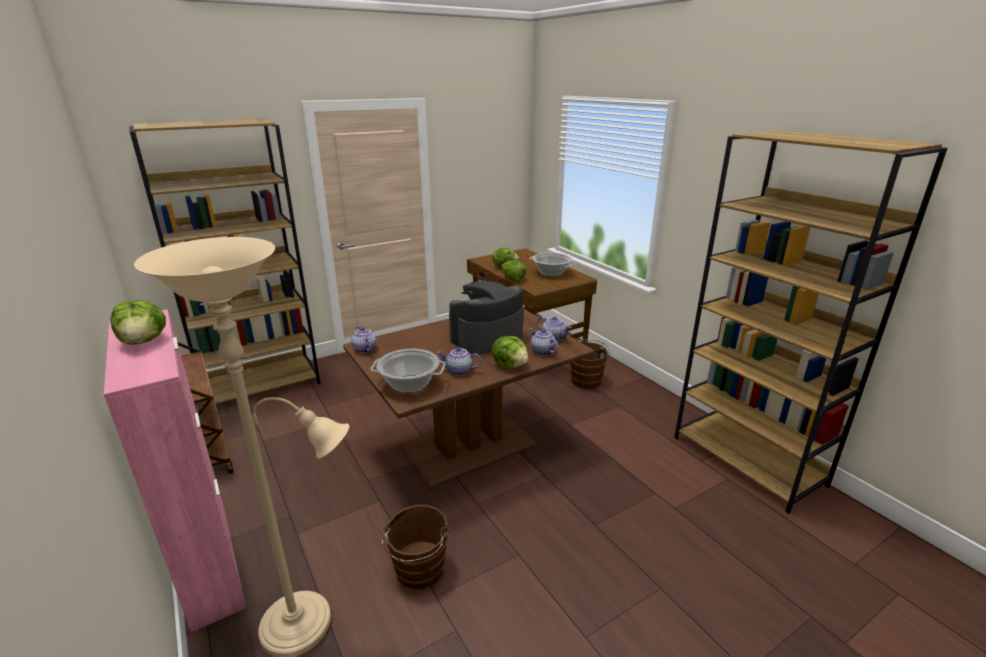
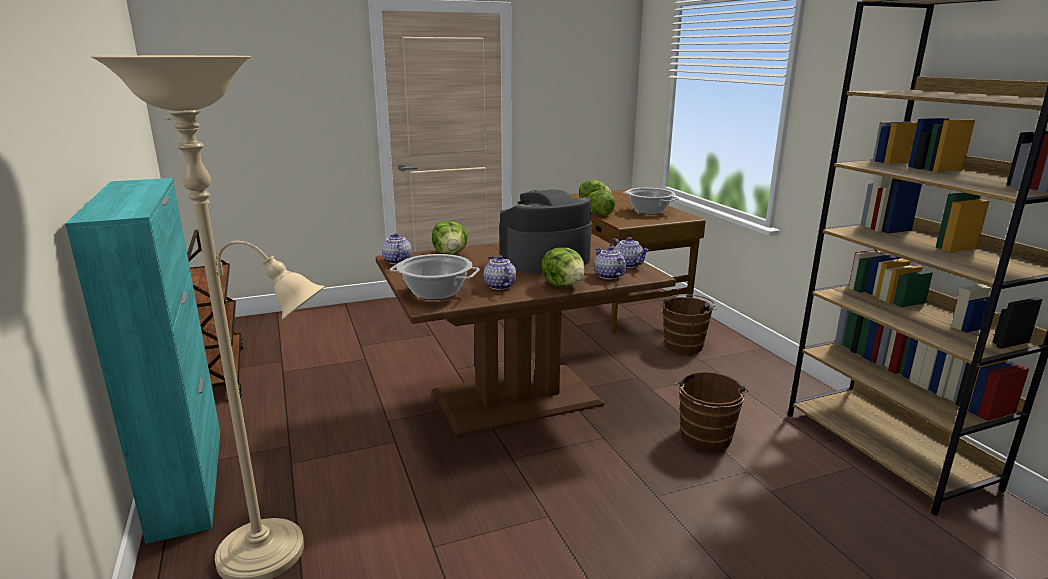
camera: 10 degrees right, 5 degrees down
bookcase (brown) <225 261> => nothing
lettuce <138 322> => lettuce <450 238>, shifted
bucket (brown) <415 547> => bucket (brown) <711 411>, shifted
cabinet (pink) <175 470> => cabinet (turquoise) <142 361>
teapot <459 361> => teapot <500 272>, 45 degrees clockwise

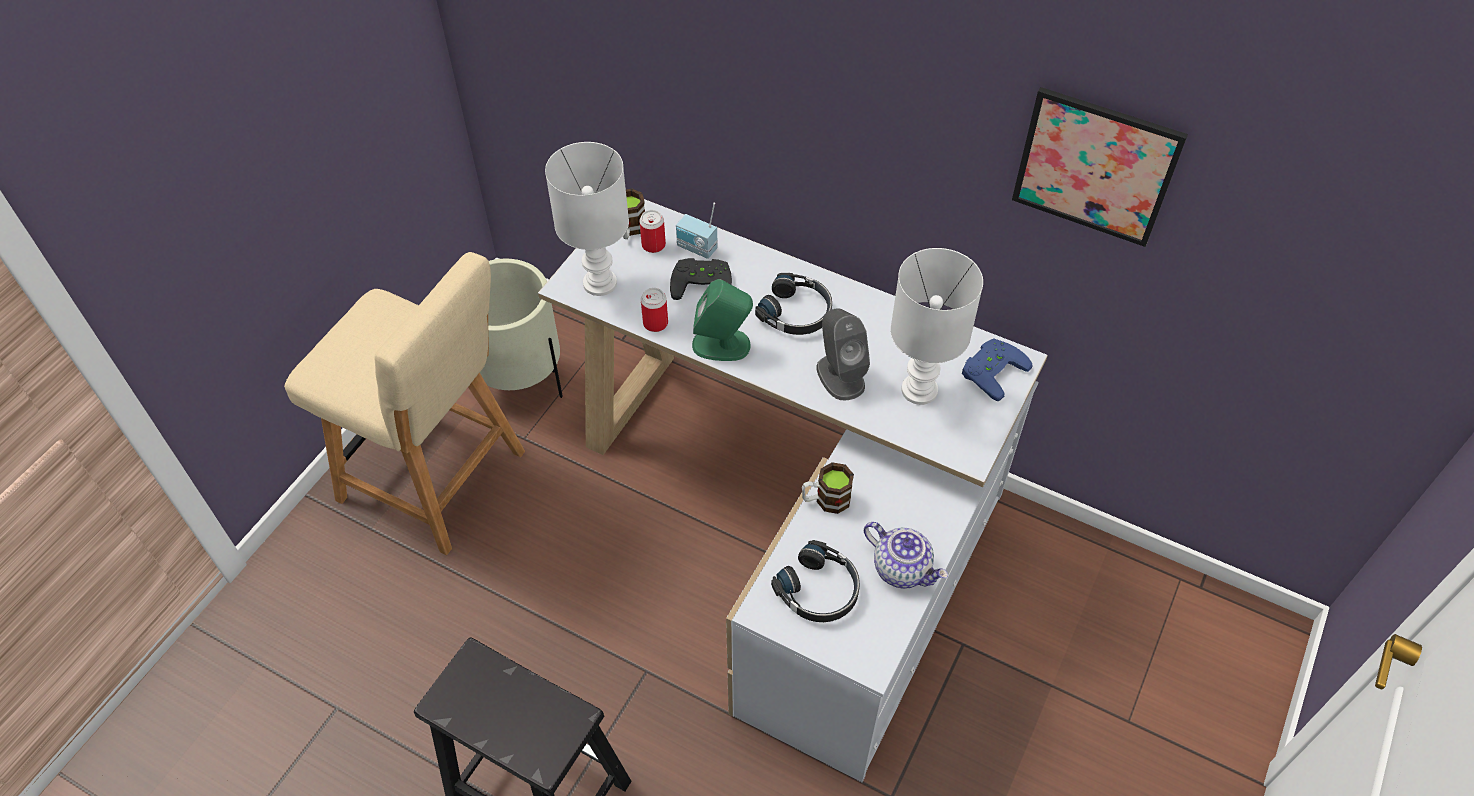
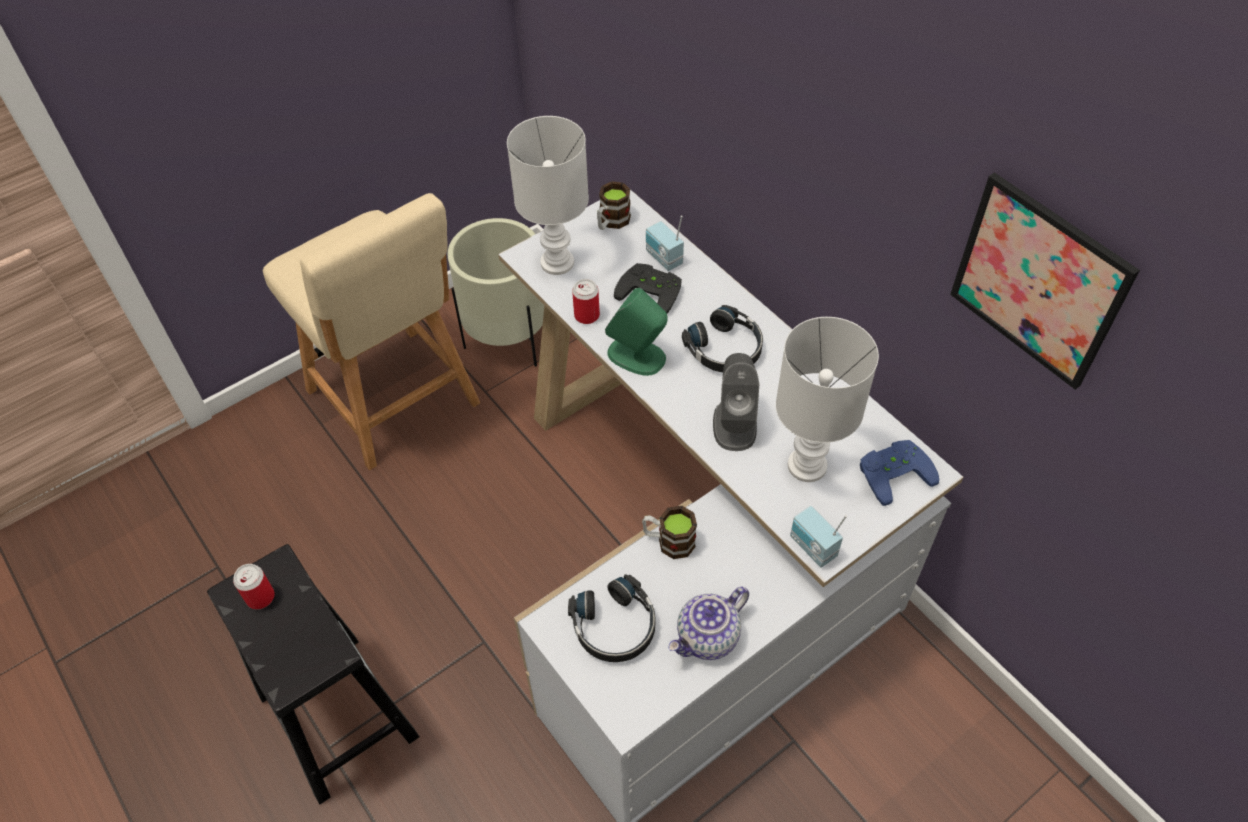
camera: 25 degrees right, 0 degrees up
nothing => radio <818 537>
can <652 231> => can <254 586>, shifted
teapot <906 555> => teapot <708 623>, 75 degrees clockwise

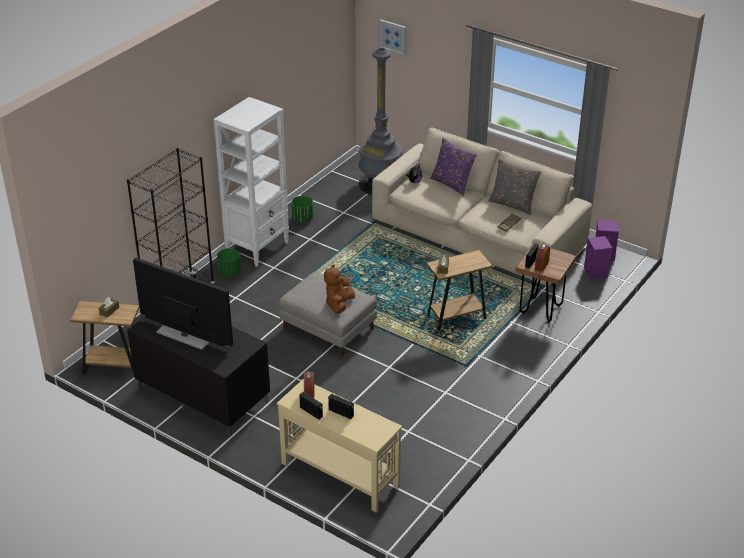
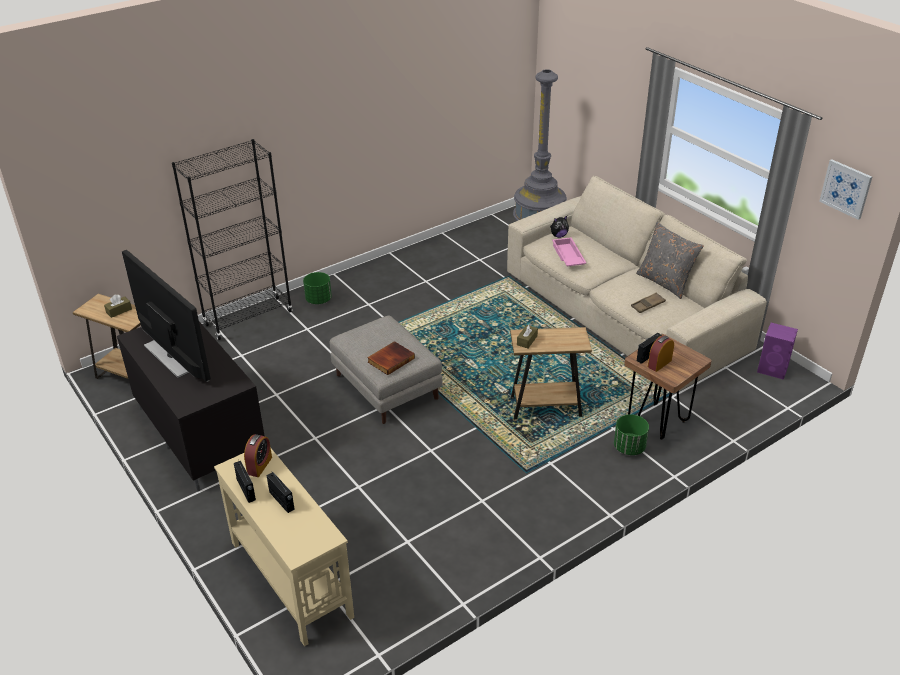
camera: 20 degrees right, 0 degrees up
bookcase (white) <251 182> => nothing
pillow (purple) <453 167> => nothing
speaker (purple) <598 258> => nothing
nothing => tray (pink) <569 252>
planter (green) <302 209> => planter (green) <631 434>, shifted
picture <392 37> => picture <845 189>, shifted
plush toy (brown) <339 289> => book <391 358>

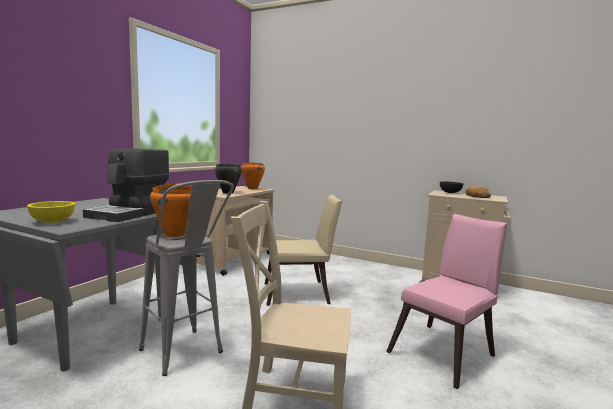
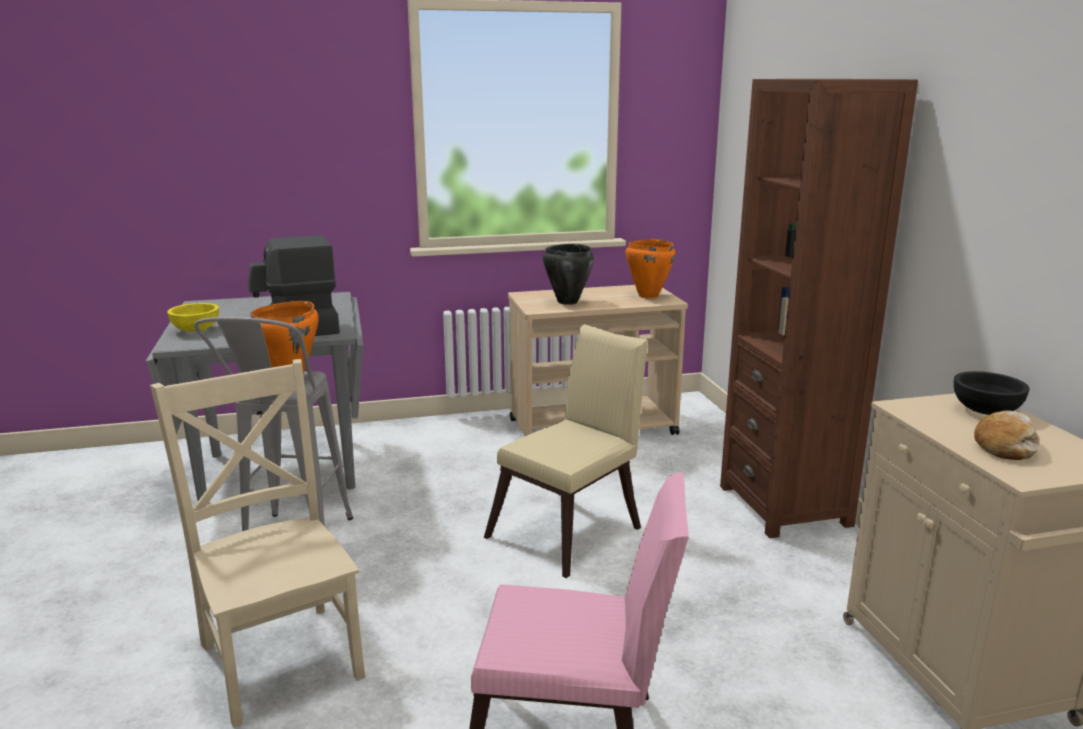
camera: 50 degrees right, 10 degrees up
nothing => bookcase (brown) <819 308>
chair (beige) <303 250> => chair (beige) <566 451>, 90 degrees counterclockwise

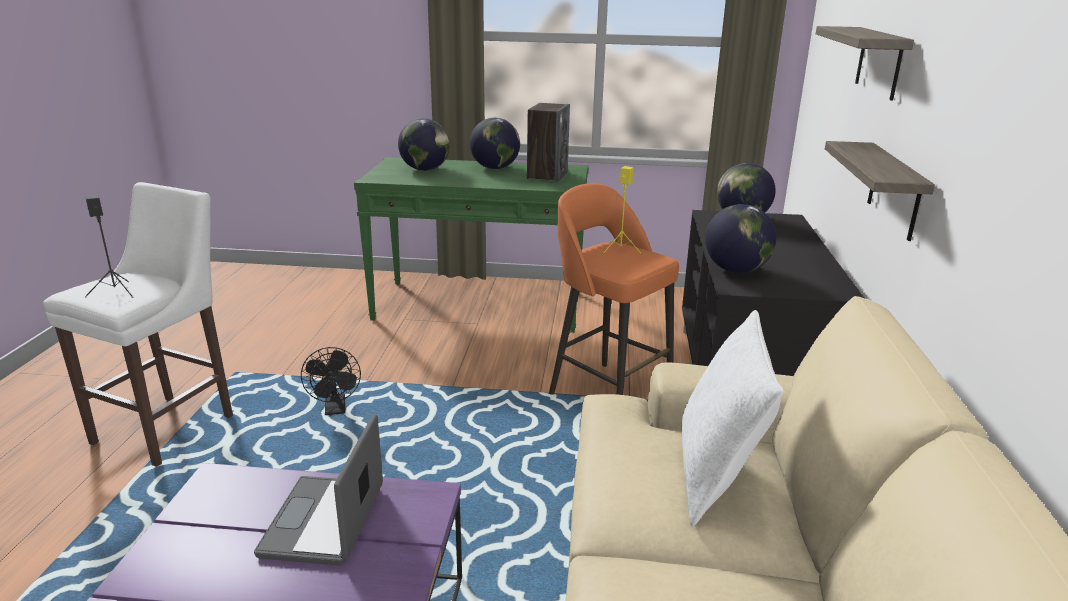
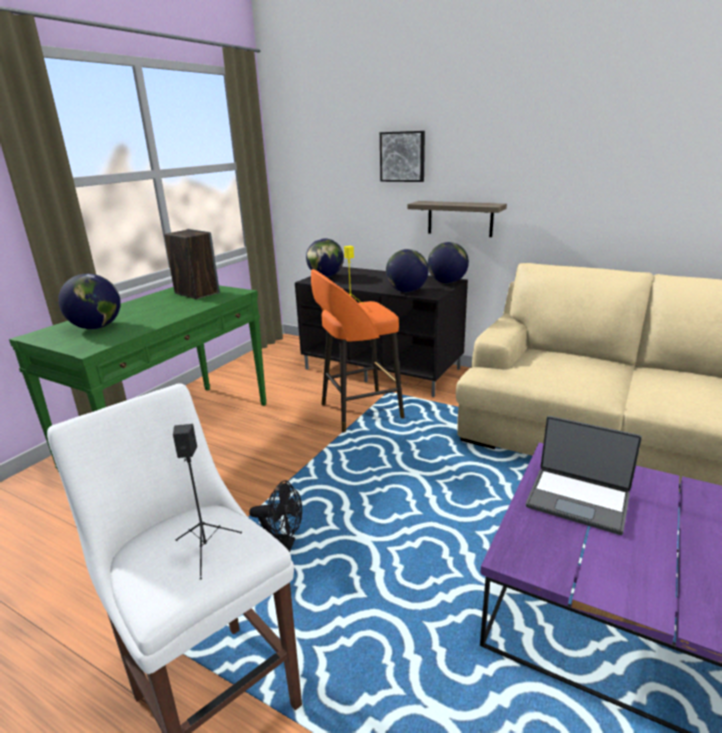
camera: 65 degrees left, 0 degrees up
pillow (white) <732 418> => nothing
globe <495 143> => globe <448 262>, shifted
shelf <865 63> => picture <402 156>

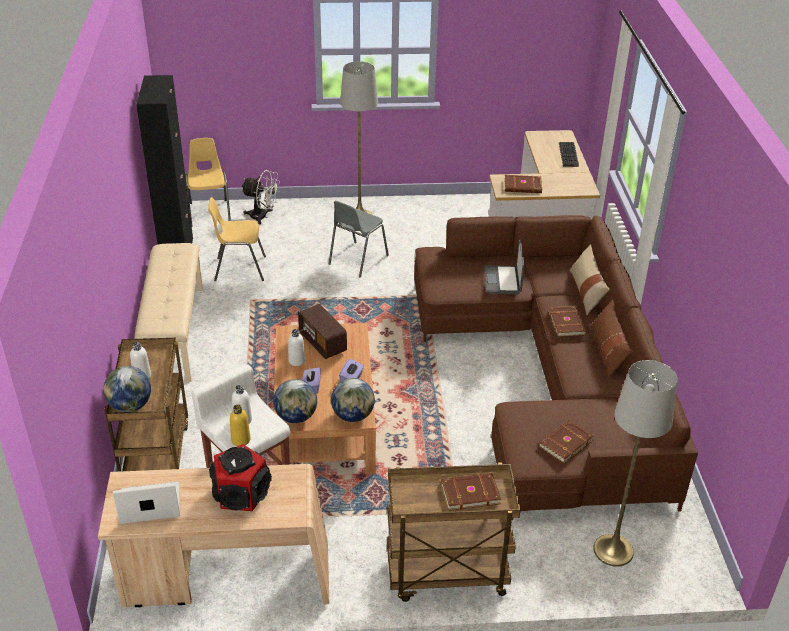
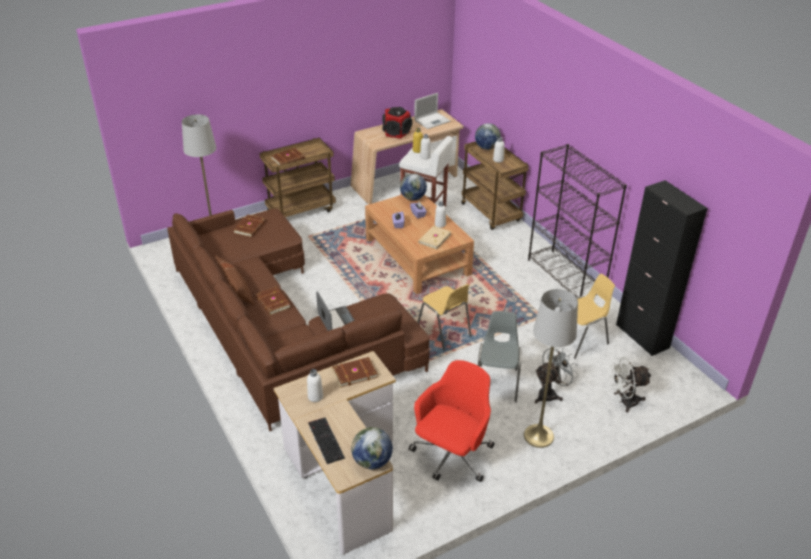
camera: 155 degrees right, 0 degrees up
pillow (beige) <590 280> => nothing
nothing => bottle (white) <315 385>
nothing => office chair (red) <452 421>
nothing => fan (grey) <556 375>
chair (yellow) <208 182> => chair (yellow) <444 317>, shifted
globe <353 400> => globe <372 448>, shifted
bench (beige) <168 312> => bookcase (black) <577 220>
radio <322 331> => book (beige) <434 238>

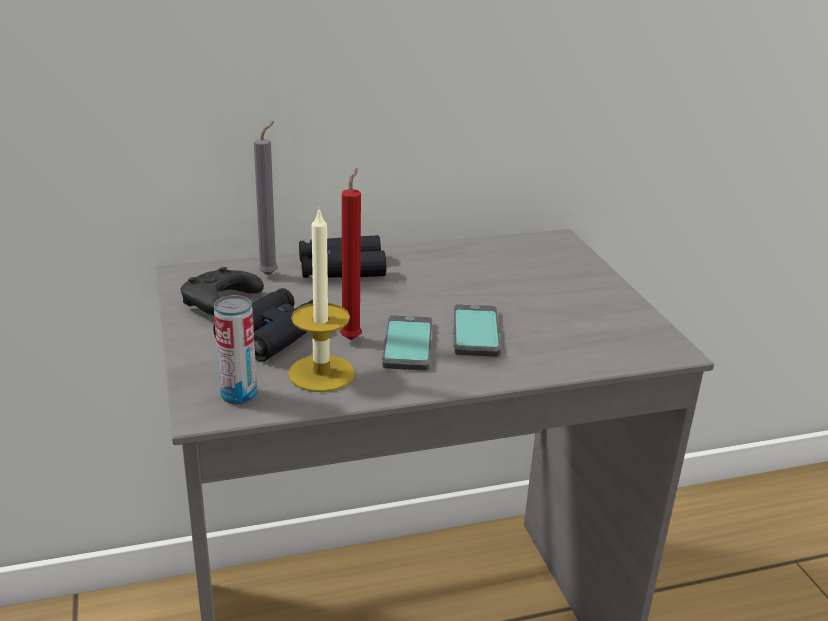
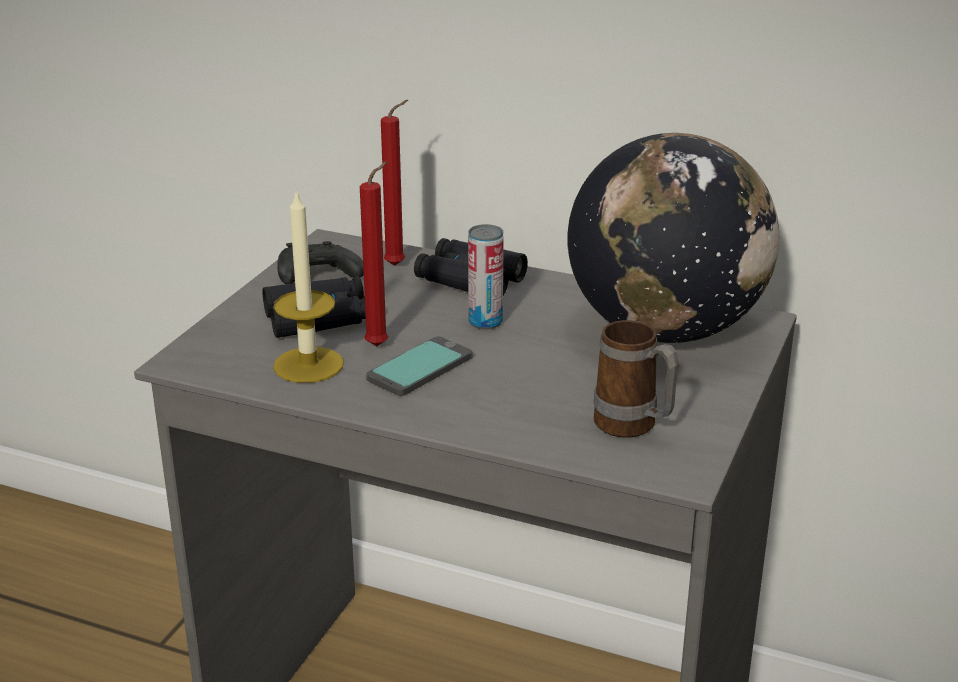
camera: 40 degrees right, 0 degrees up
phone <477 330> => nothing
nothing => globe <673 238>
nothing => mug <636 379>
can <235 350> => can <486 277>, shifted
candle (grey) <266 198> => candle (red) <394 183>

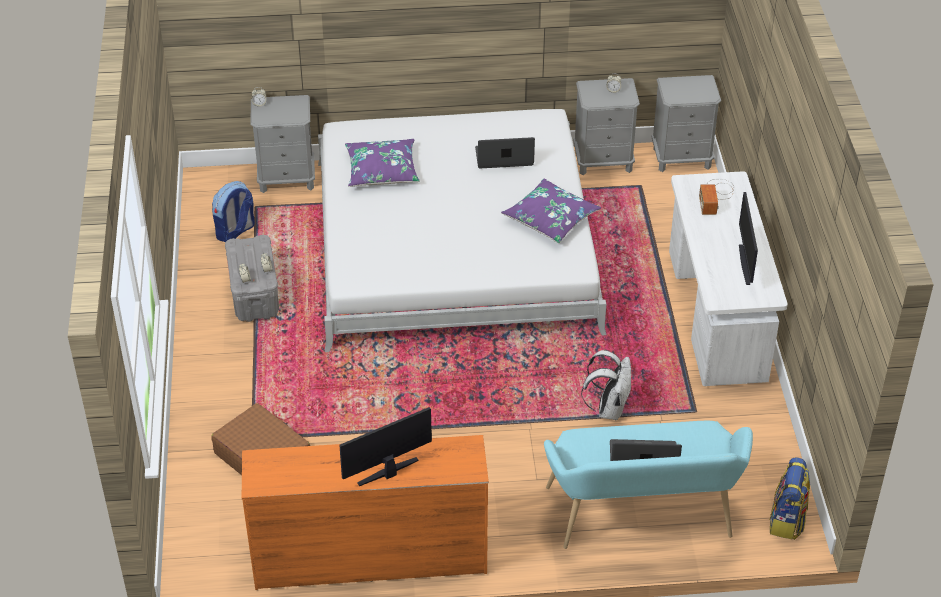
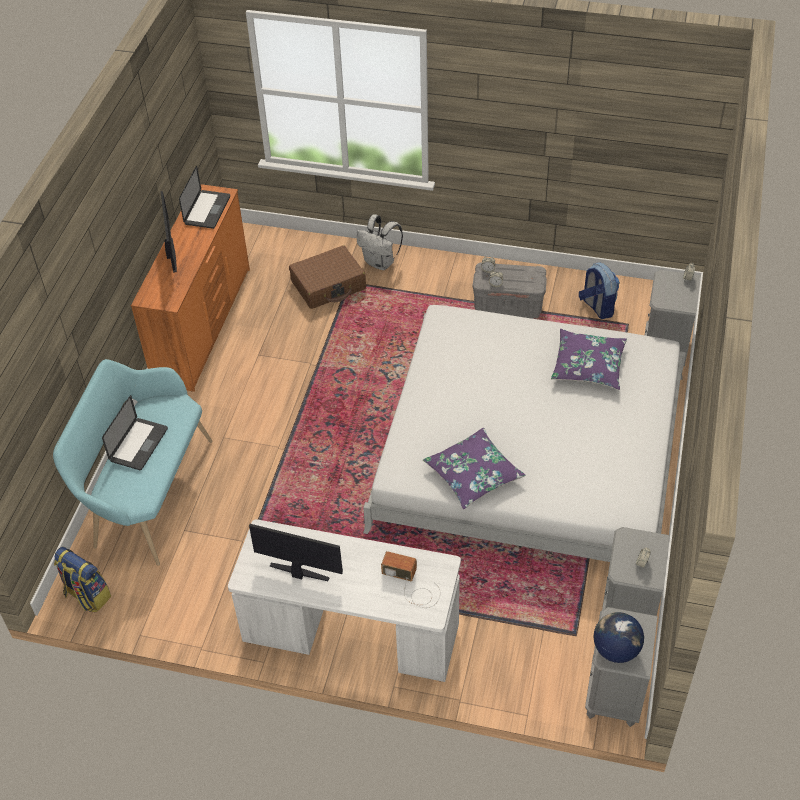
camera: 110 degrees right, 5 degrees up
nothing => globe <619 637>
laptop <505 152> => laptop <204 197>, shifted
backpack (white) <606 385> => backpack (white) <380 242>, shifted

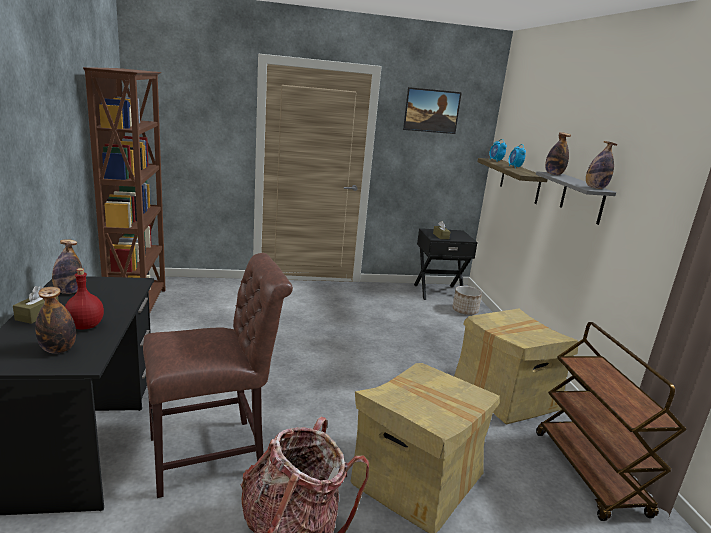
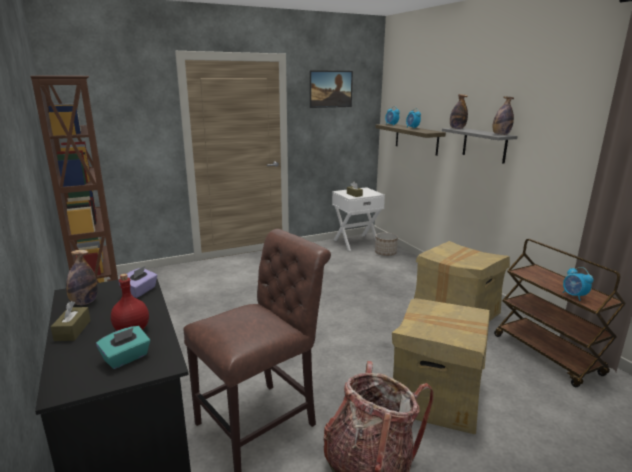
camera: 15 degrees left, 0 degrees up
nothing => tissue box (purple) <138 282>
nothing => alarm clock <578 284>
bottle <55 320> => tissue box (turquoise) <123 347>
nightstand (black) <446 264> => nightstand (white) <358 219>

